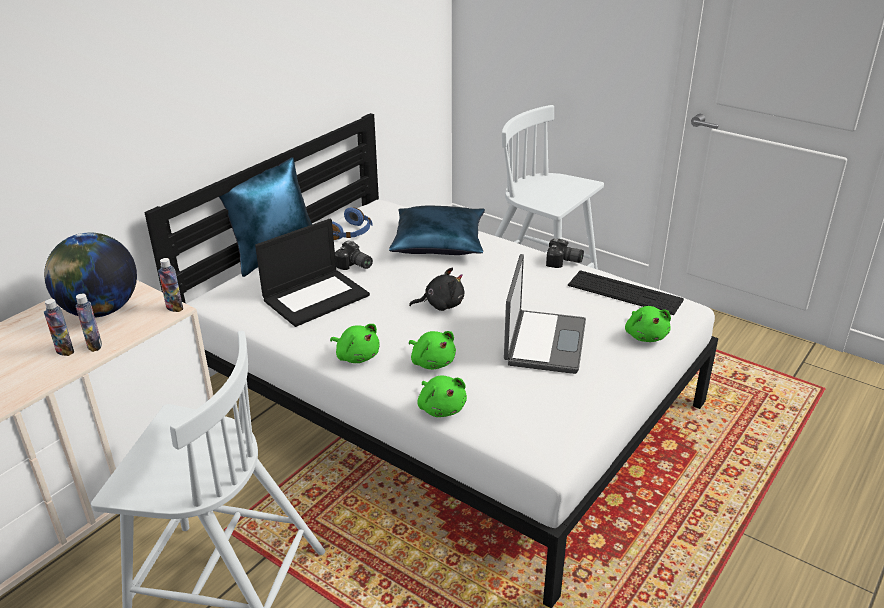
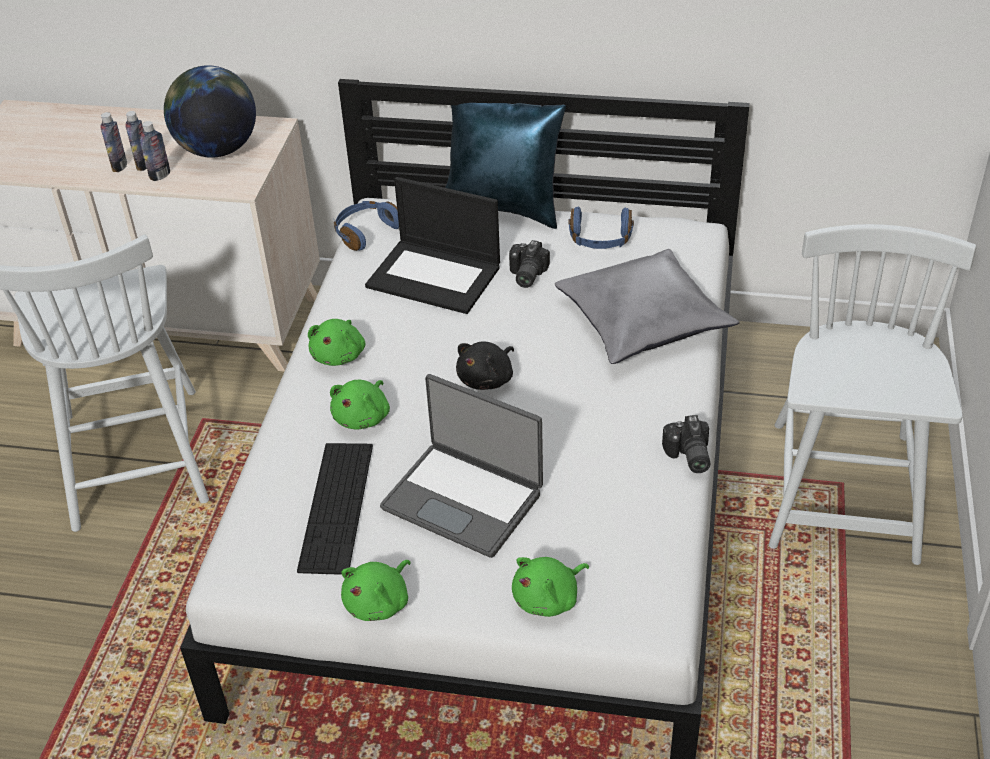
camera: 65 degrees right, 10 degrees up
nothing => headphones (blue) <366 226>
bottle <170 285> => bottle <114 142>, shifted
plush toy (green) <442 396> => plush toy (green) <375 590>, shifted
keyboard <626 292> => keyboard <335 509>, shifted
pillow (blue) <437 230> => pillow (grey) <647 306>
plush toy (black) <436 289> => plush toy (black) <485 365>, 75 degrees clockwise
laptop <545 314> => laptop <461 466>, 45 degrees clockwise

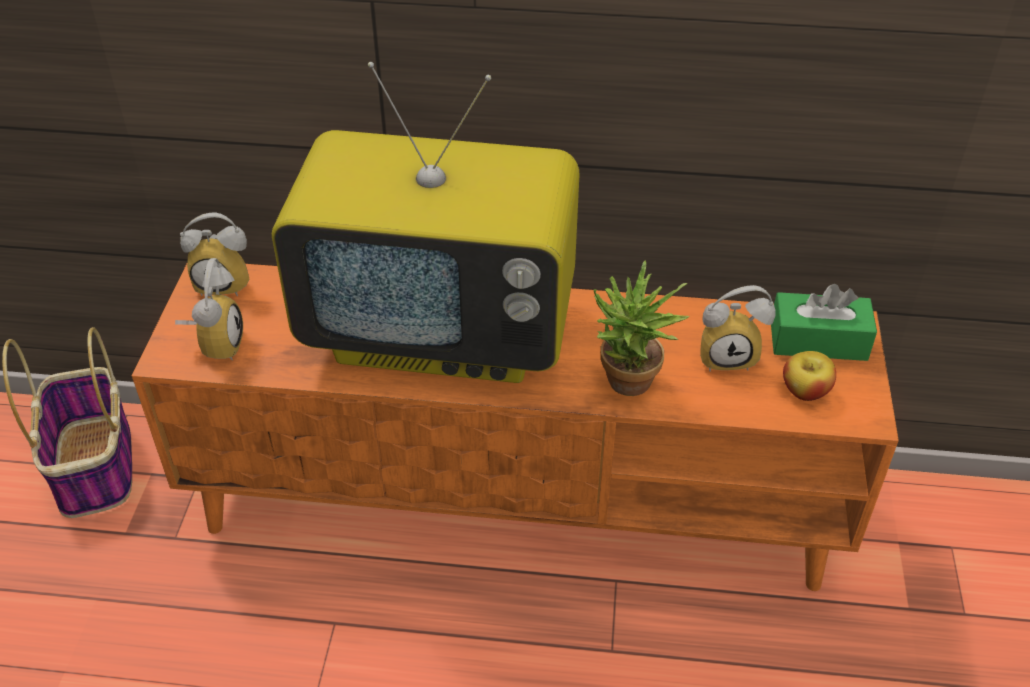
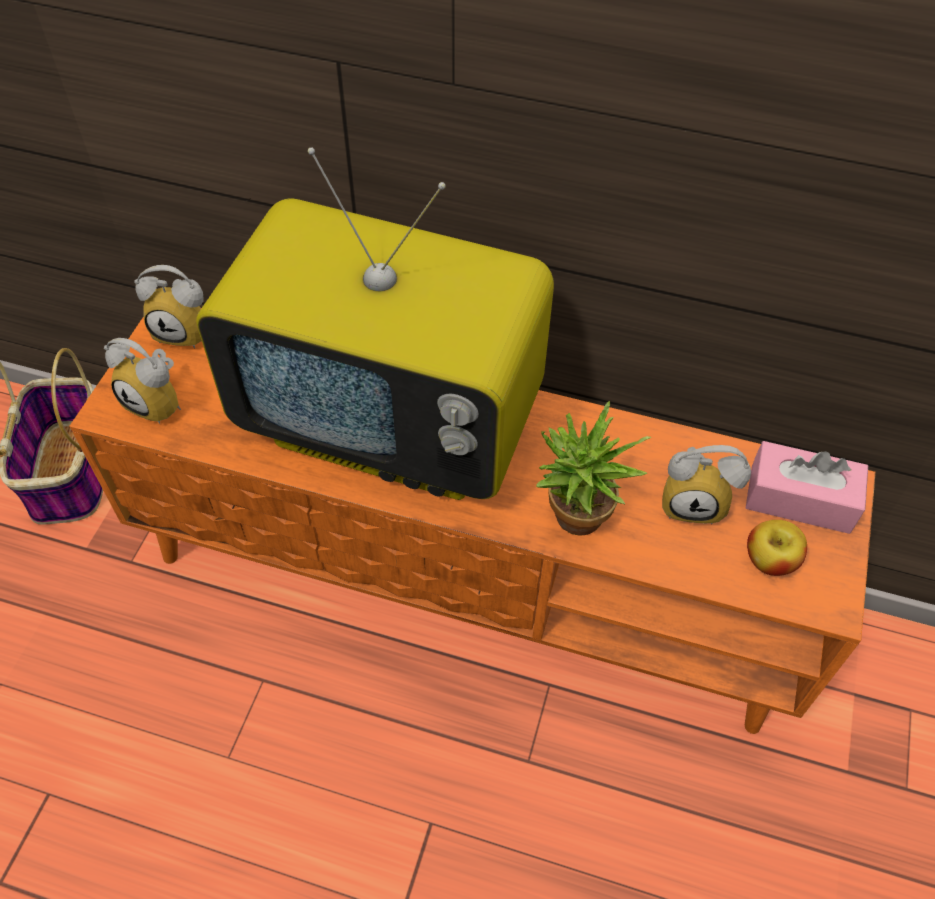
camera: 10 degrees right, 10 degrees up
tissue box (green) <824 322> => tissue box (pink) <807 487>
alarm clock <209 309> => alarm clock <142 381>, 105 degrees clockwise

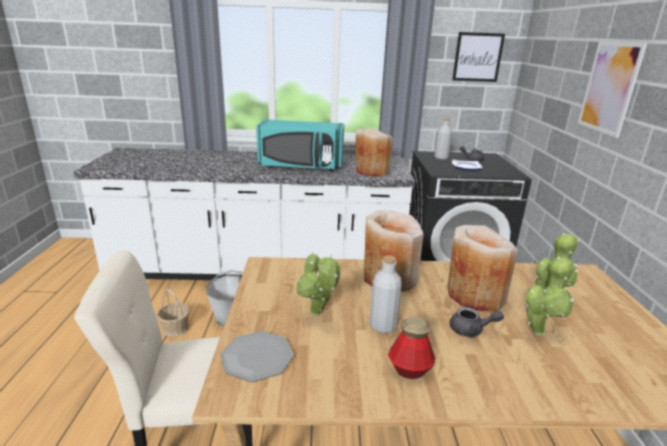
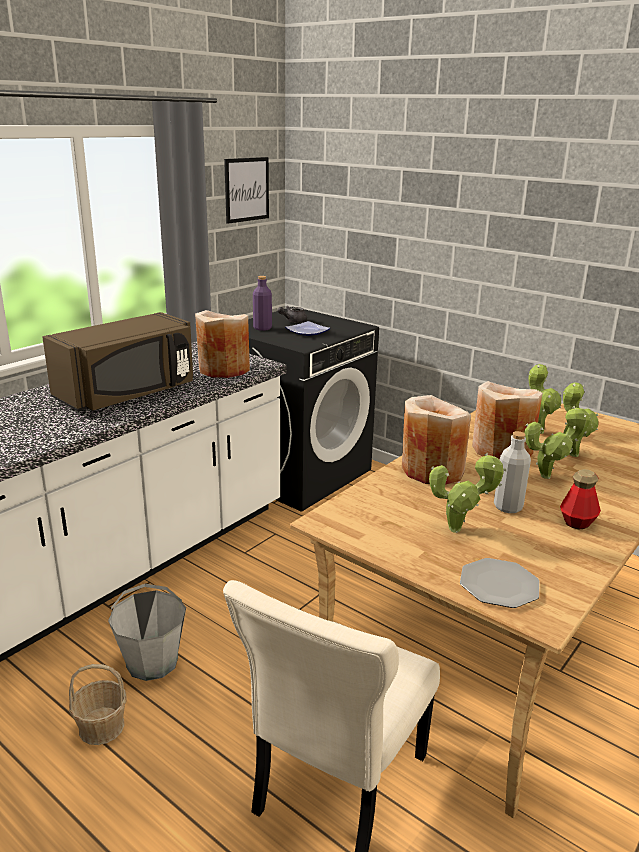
camera: 50 degrees left, 0 degrees up
picture <612 89> => nothing
teapot (grey) <477 322> => potted plant <557 442>
microwave (turquoise) <300 144> => microwave (brown) <117 361>
bottle (grey) <443 139> => bottle (purple) <262 303>

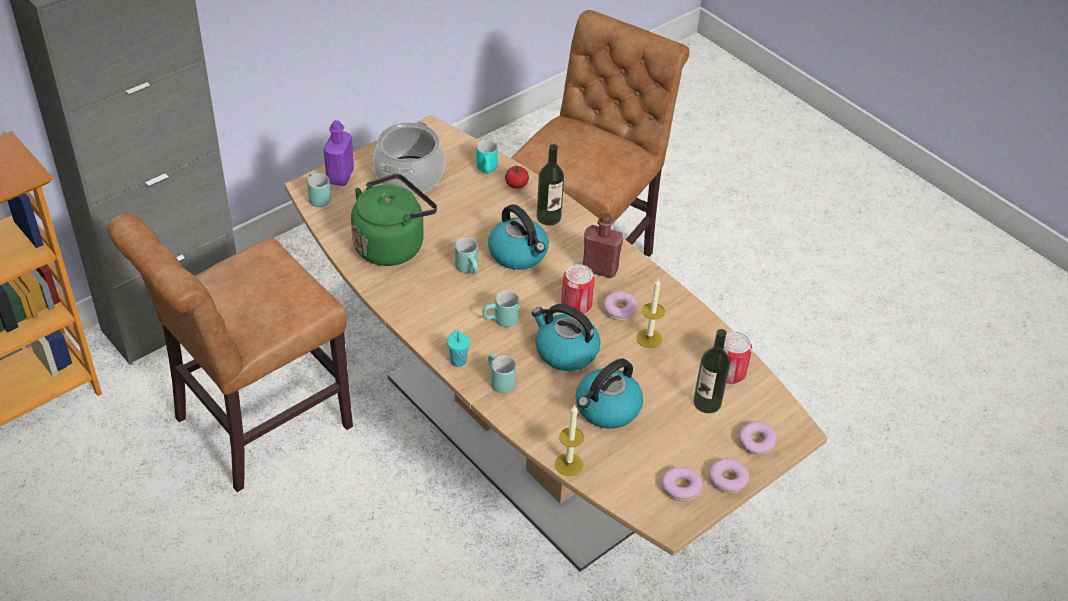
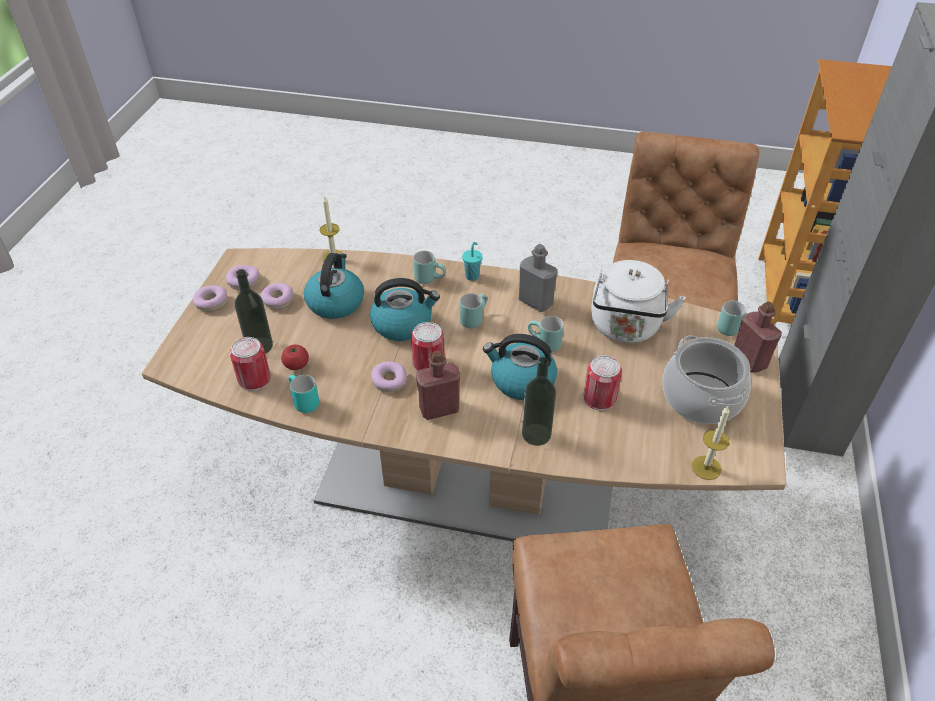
camera: 145 degrees right, 0 degrees up
nothing => bottle (grey) <538 278>
nothing => can <603 383>
mug (turquoise) <487 157> => mug (turquoise) <304 394>, shifted
tomato <517 177> => tomato <295 357>, shifted
candle <650 313> => candle <711 443>, shifted
donut <757 438> => donut <277 296>, shifted
bottle (purple) <339 153> => bottle (red) <758 337>
kettle (green) <394 220> => kettle (white) <638 301>

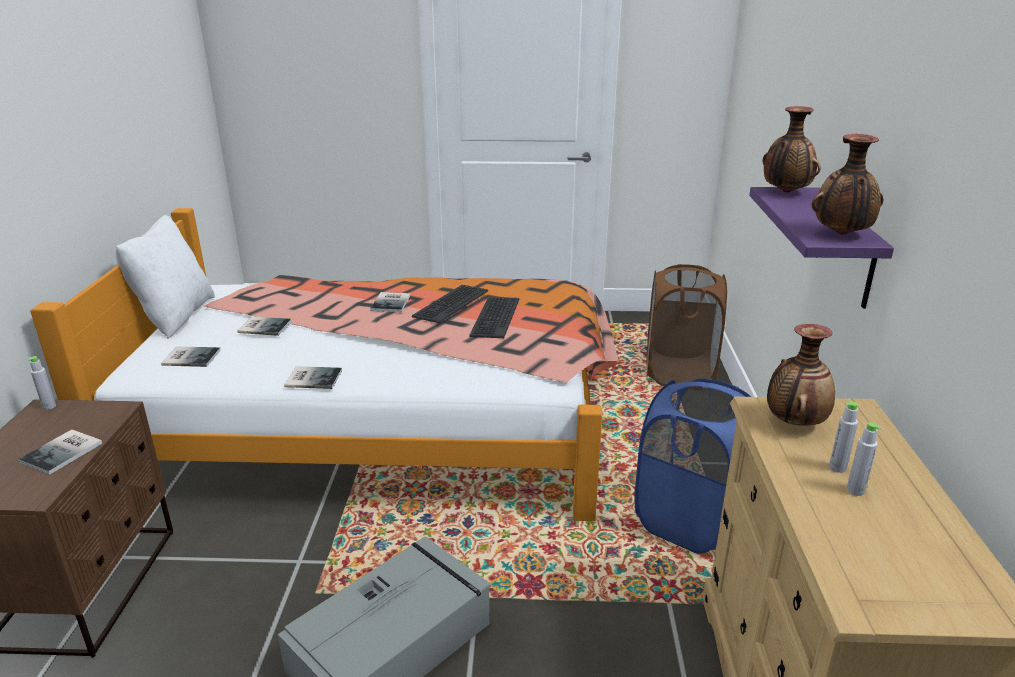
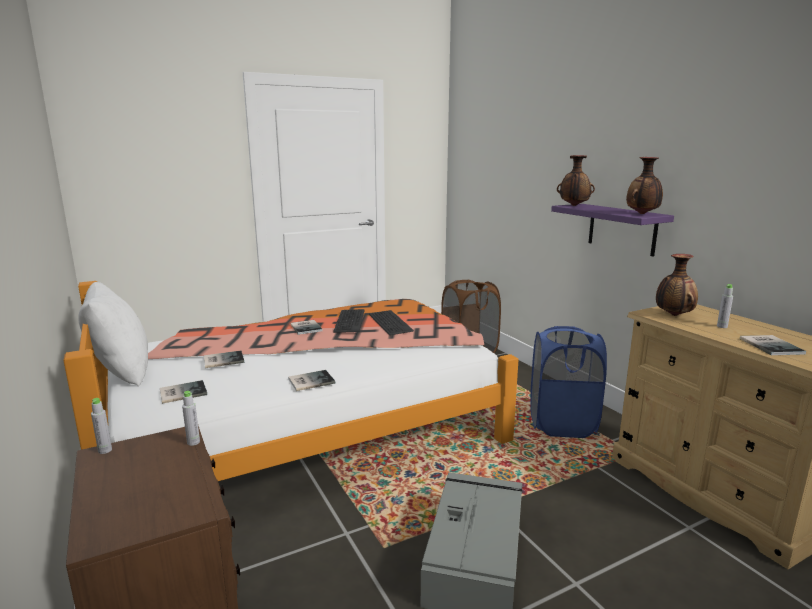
camera: 30 degrees left, 10 degrees down
book <60 452> => book <773 345>, shifted
bottle (grey) <863 459> => bottle (grey) <191 418>, shifted

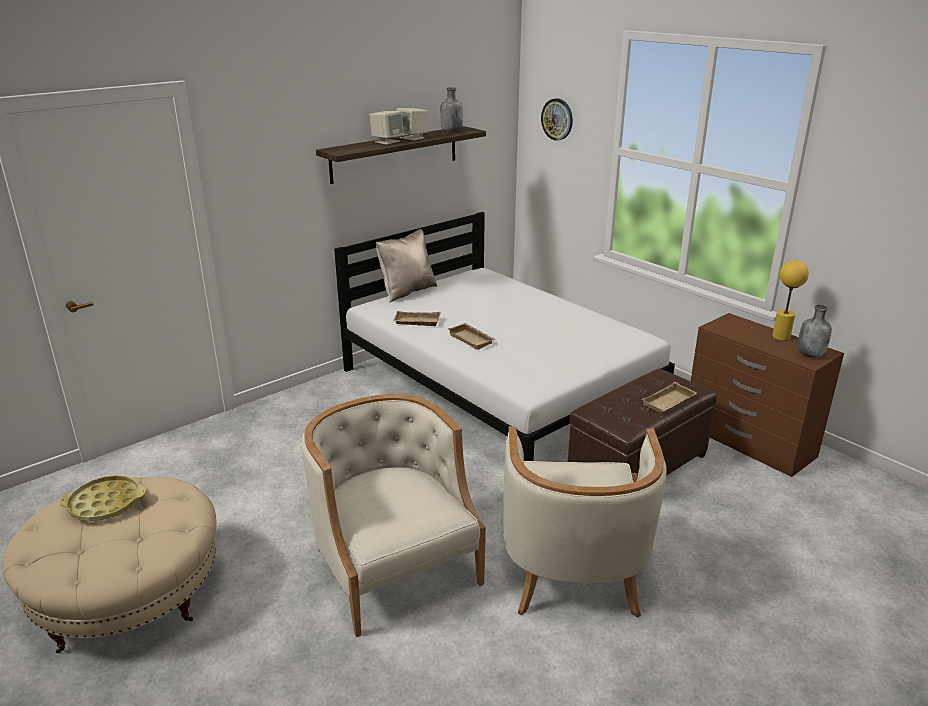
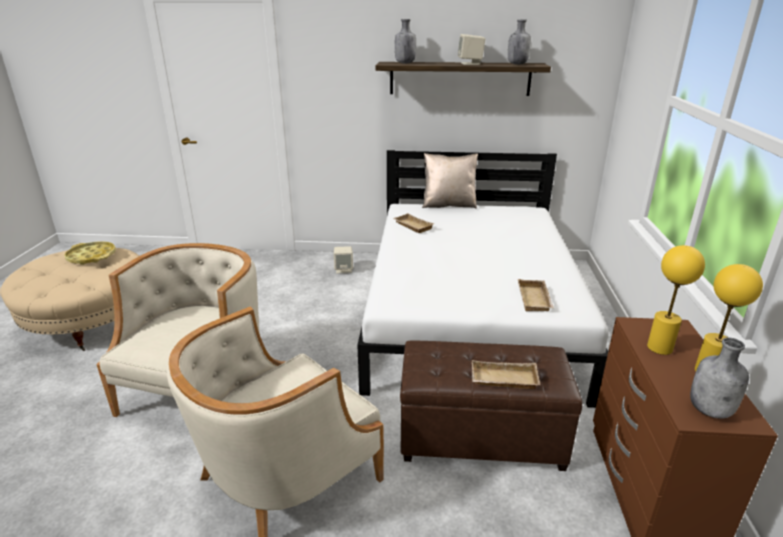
camera: 45 degrees right, 0 degrees up
wall clock <557 119> => nothing
nothing => bottle (grey) <405 41>
nothing => table lamp (yellow) <676 300>
speaker (beige) <386 128> => speaker (beige) <343 260>, shifted
tray (beige) <471 336> => tray (beige) <536 295>, shifted

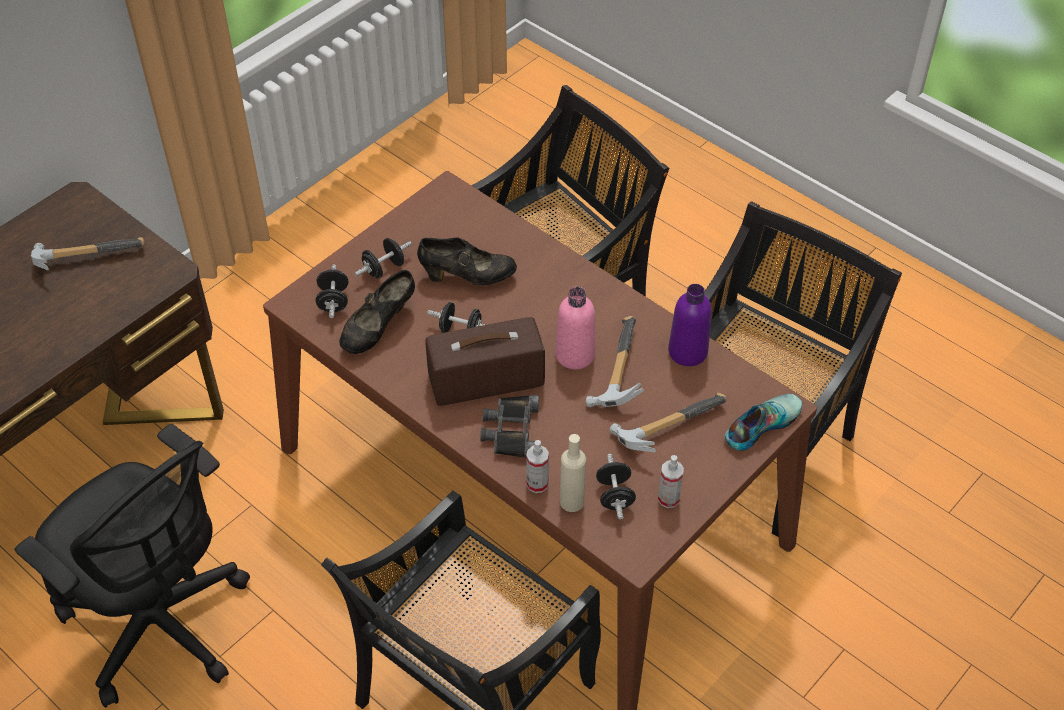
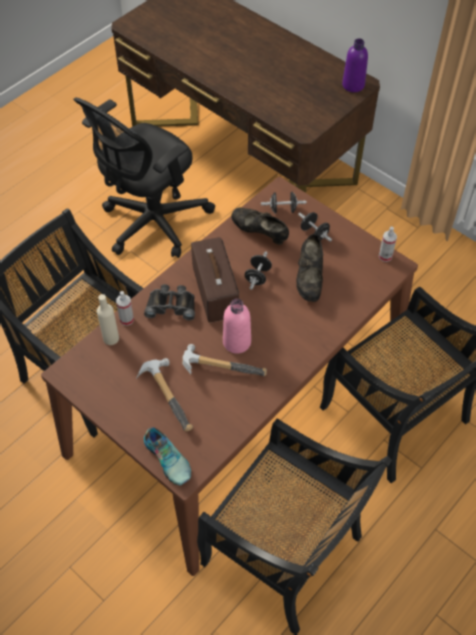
camera: 90 degrees right, 5 degrees up
hammer <88 253> => nothing
dumbbell (black) <616 487> => nothing
spray bottle <671 481> => spray bottle <388 244>, shifted
bottle (purple) <690 325> => bottle (purple) <355 65>, shifted

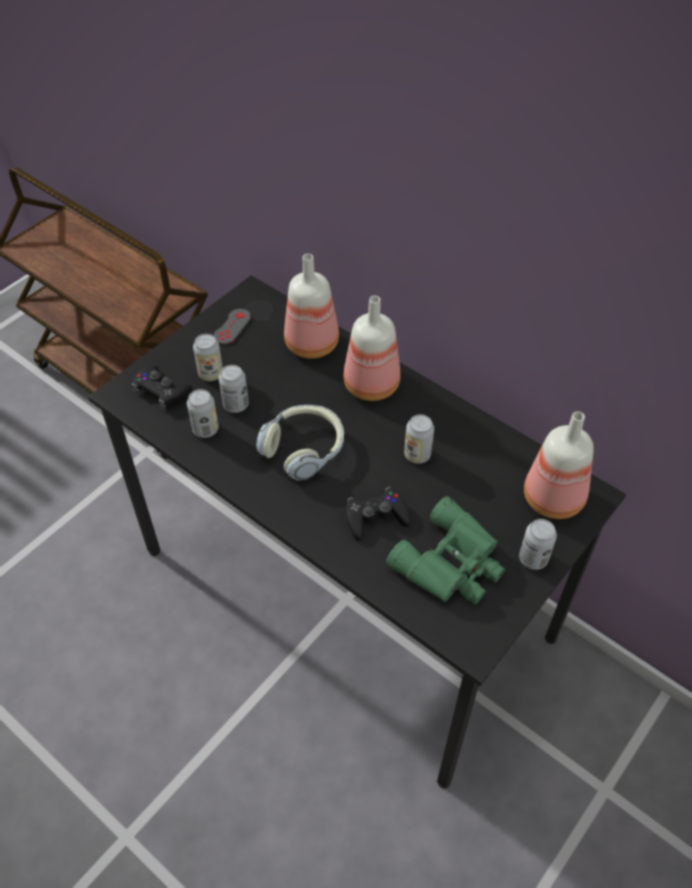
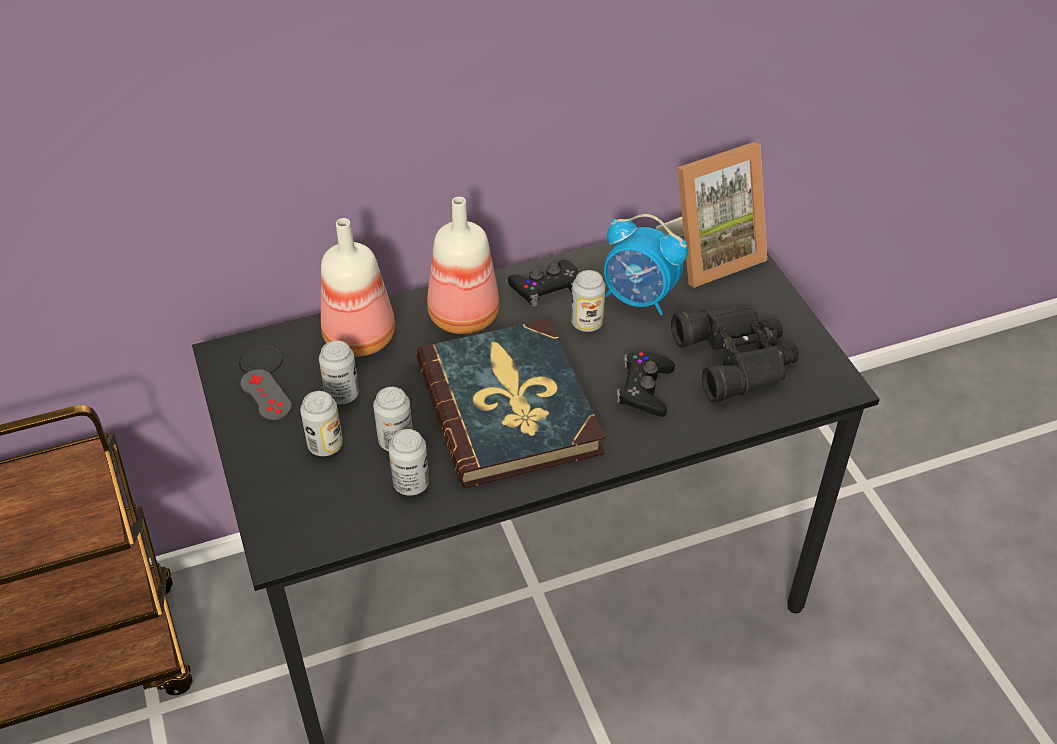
camera: 60 degrees left, 5 degrees down
nothing => alarm clock <646 264>
game controller (black) <161 387> => game controller (black) <543 283>, shifted
can <538 544> => can <339 372>, shifted
headphones <300 442> => book <510 403>
bottle <559 465> => picture frame <711 215>
binoculars (green) <445 550> => binoculars (black) <735 355>

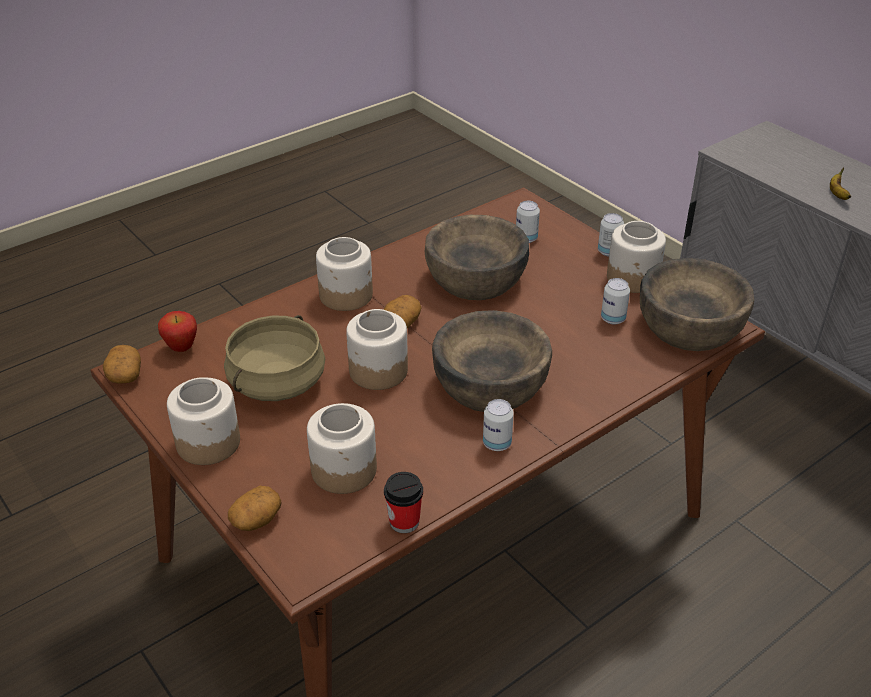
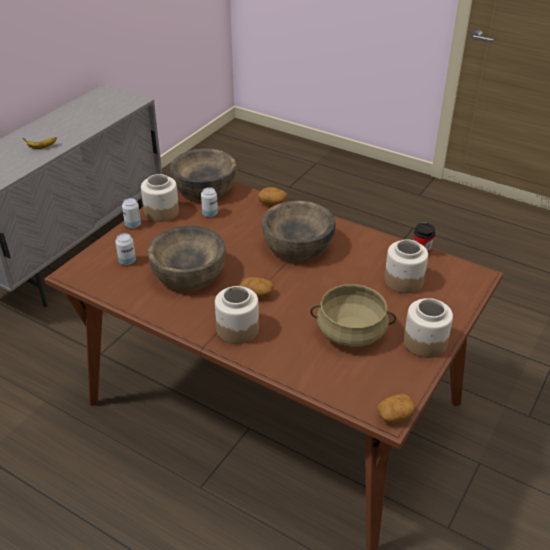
camera: 110 degrees left, 0 degrees up
apple <177 331> => nothing
jar <377 349> => nothing
can <498 425> => nothing
potato <255 508> => potato <272 196>, shifted

